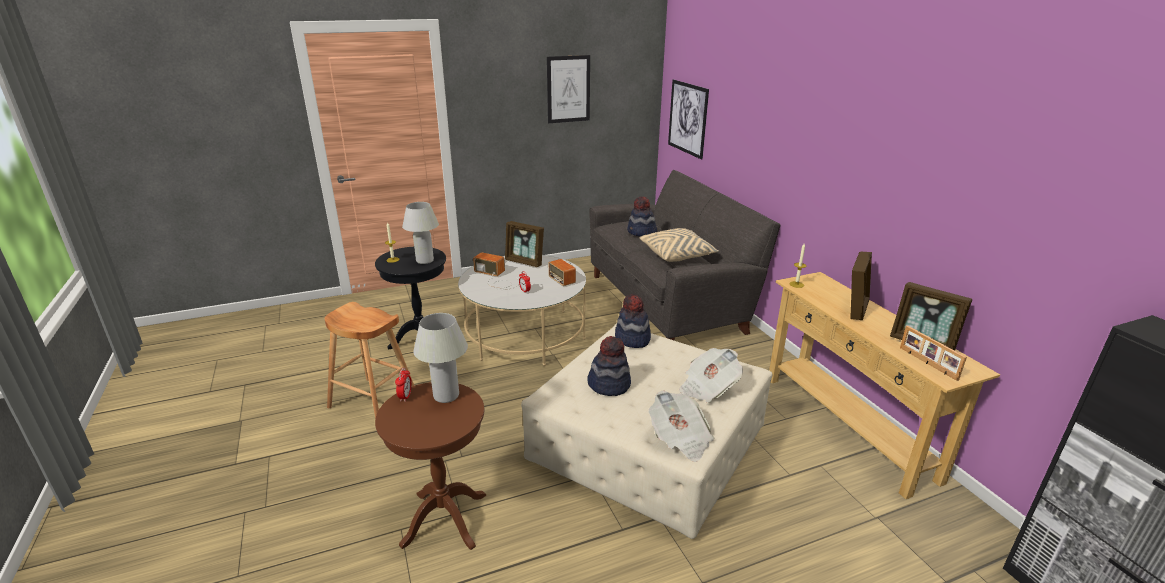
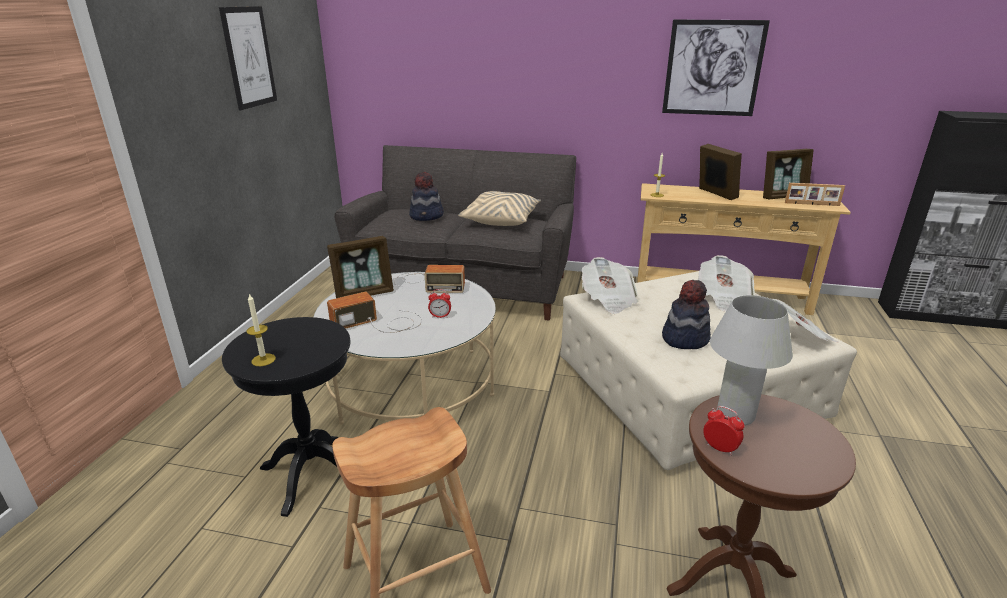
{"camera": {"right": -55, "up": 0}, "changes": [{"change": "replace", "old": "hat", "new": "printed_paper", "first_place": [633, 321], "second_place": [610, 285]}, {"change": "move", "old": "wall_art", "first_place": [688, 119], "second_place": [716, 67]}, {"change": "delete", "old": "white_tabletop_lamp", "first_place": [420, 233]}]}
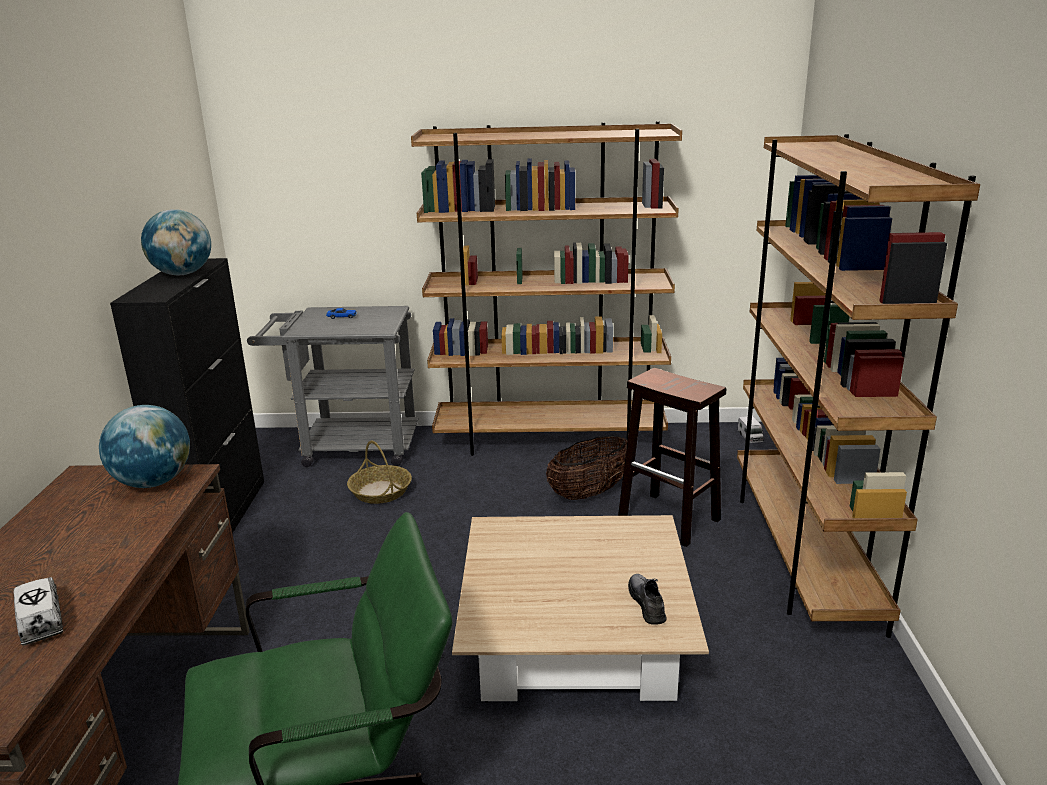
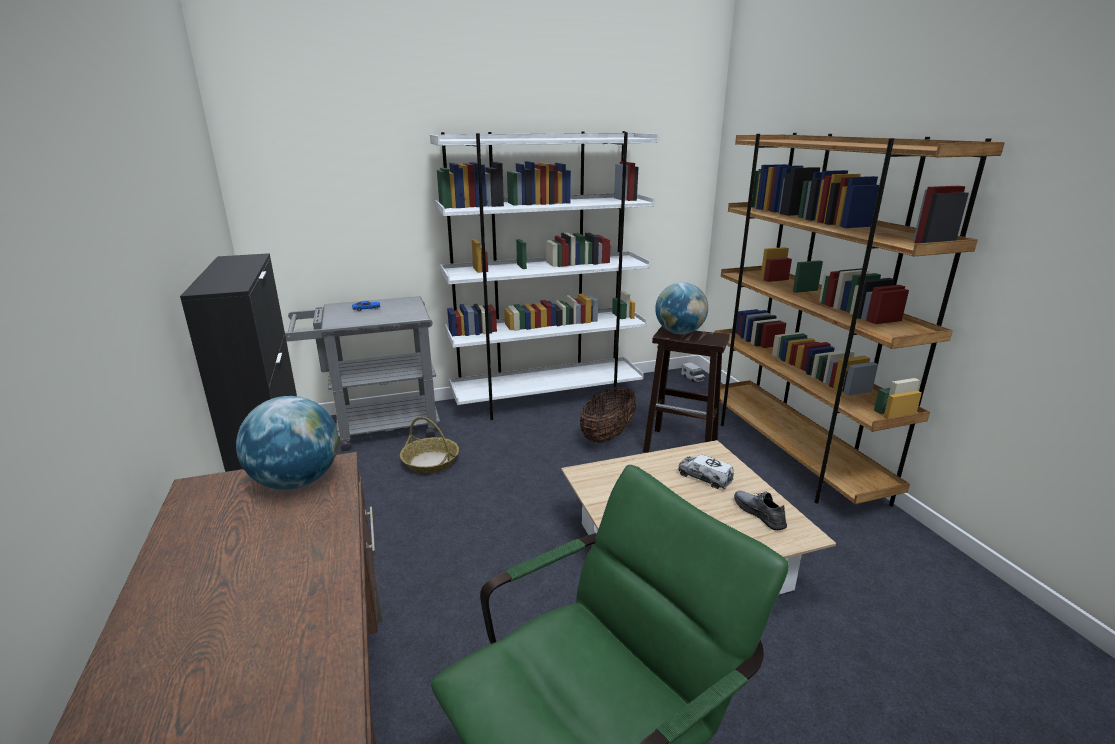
{"camera": {"right": -20, "up": 0}, "changes": [{"change": "recolor", "old": "brown_bookcase", "new": "white_bookcase", "first_place": [546, 288], "second_place": [544, 275]}, {"change": "move", "old": "globe", "first_place": [176, 242], "second_place": [681, 308]}, {"change": "move", "old": "toy_truck", "first_place": [38, 611], "second_place": [706, 471]}]}
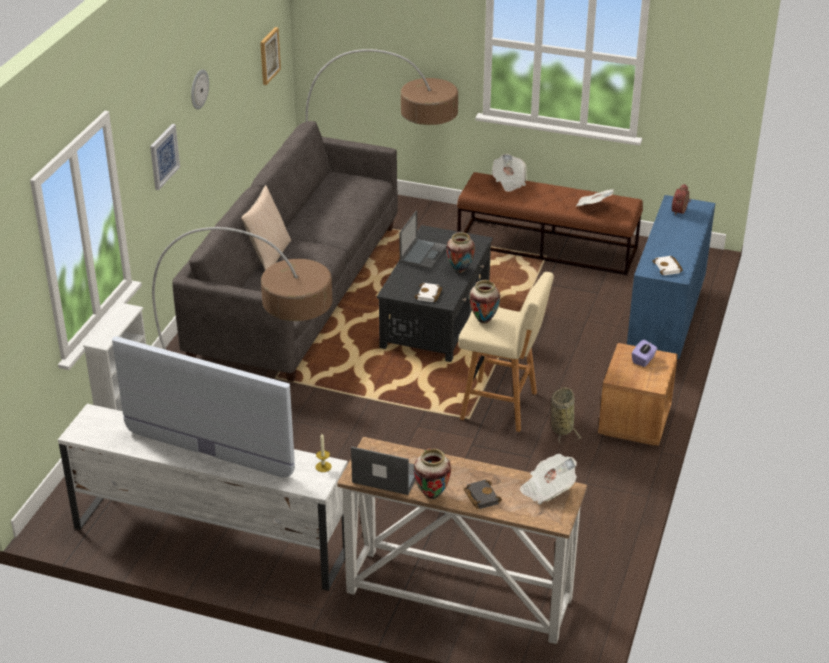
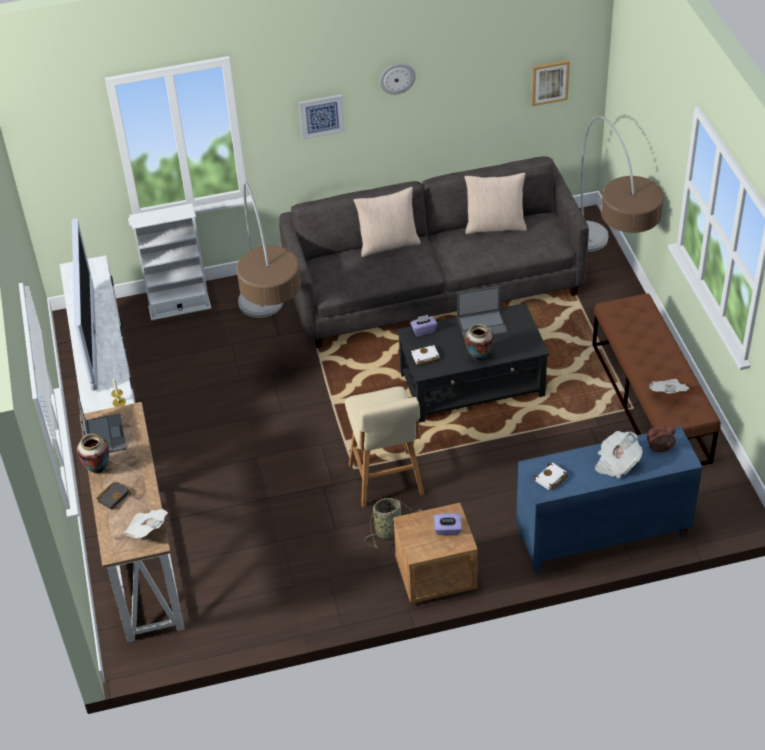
{"camera": {"right": 60, "up": 10}, "changes": [{"change": "insert", "new": "purple-coloured_tissue_holder", "second_place": [423, 326]}, {"change": "insert", "new": "beige_cushion", "second_place": [495, 203]}, {"change": "move", "old": "printed_paper", "first_place": [509, 173], "second_place": [618, 455]}, {"change": "delete", "old": "decorative_vase", "first_place": [484, 302]}]}
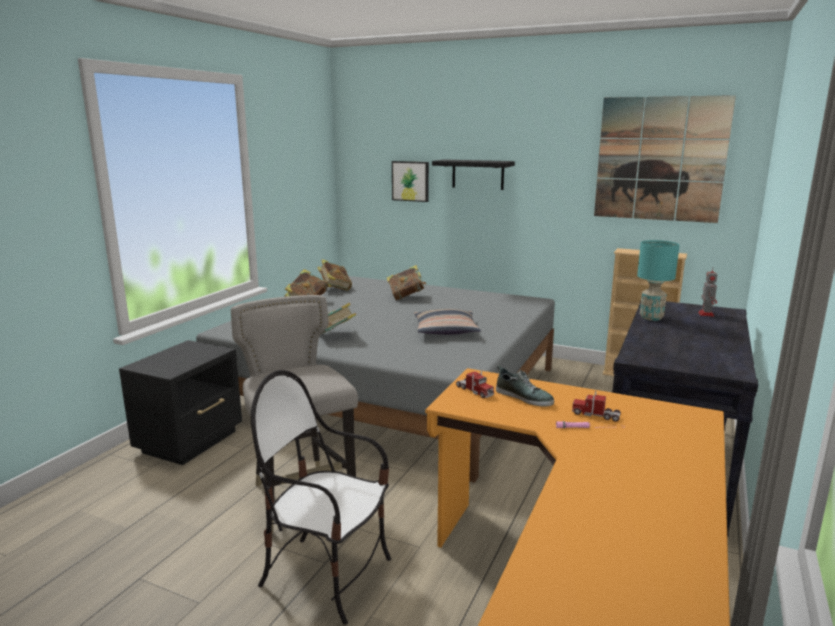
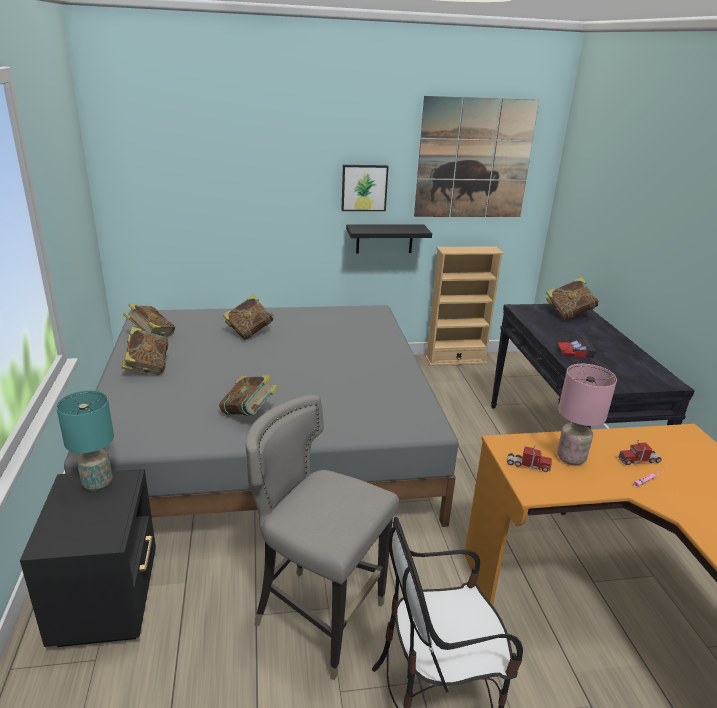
{"camera": {"right": -35, "up": 10}, "changes": [{"change": "move", "old": "turquoise_tabletop_lamp", "first_place": [658, 280], "second_place": [85, 440]}, {"change": "move", "old": "wall_art", "first_place": [410, 181], "second_place": [365, 188]}, {"change": "move", "old": "blackish_bracket_shelf", "first_place": [473, 174], "second_place": [389, 238]}, {"change": "replace", "old": "robot_figure", "new": "volume", "first_place": [707, 292], "second_place": [572, 298]}, {"change": "replace", "old": "item_of_footwear", "new": "pinkish_tabletop_lamp", "first_place": [525, 386], "second_place": [587, 415]}, {"change": "insert", "new": "toy_car", "second_place": [577, 347]}, {"change": "delete", "old": "cushion", "first_place": [447, 322]}]}
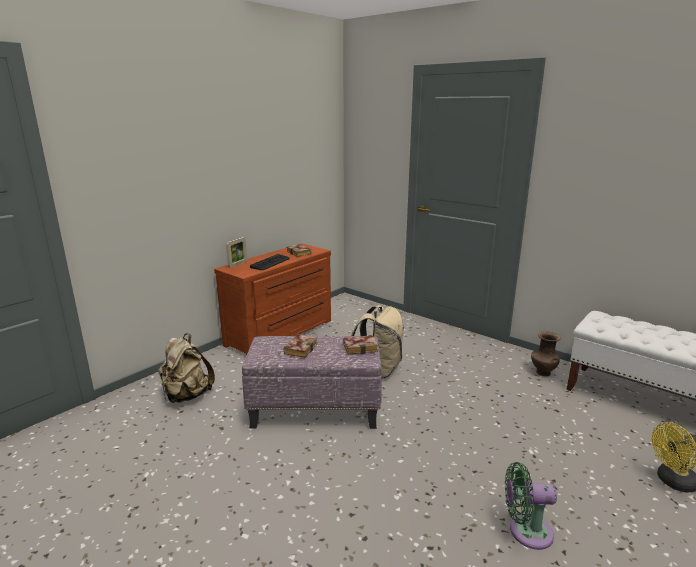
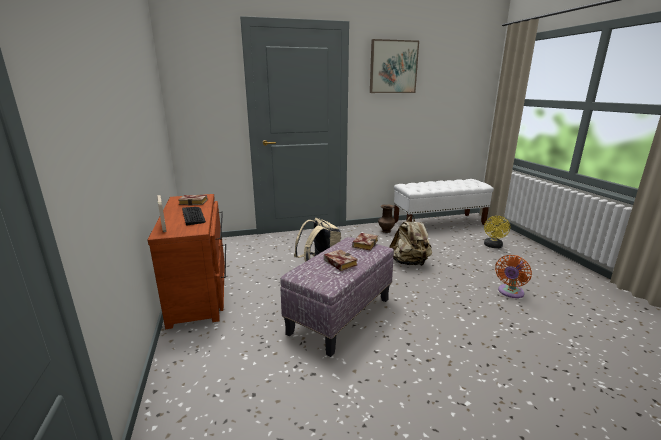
{"camera": {"right": -55, "up": 0}, "changes": [{"change": "insert", "new": "wall_art", "second_place": [394, 66]}, {"change": "move", "old": "beige_rucksack", "first_place": [186, 368], "second_place": [410, 240]}, {"change": "recolor", "old": "green_cooling_fan", "new": "orangey_cooling_fan", "first_place": [531, 506], "second_place": [513, 276]}]}
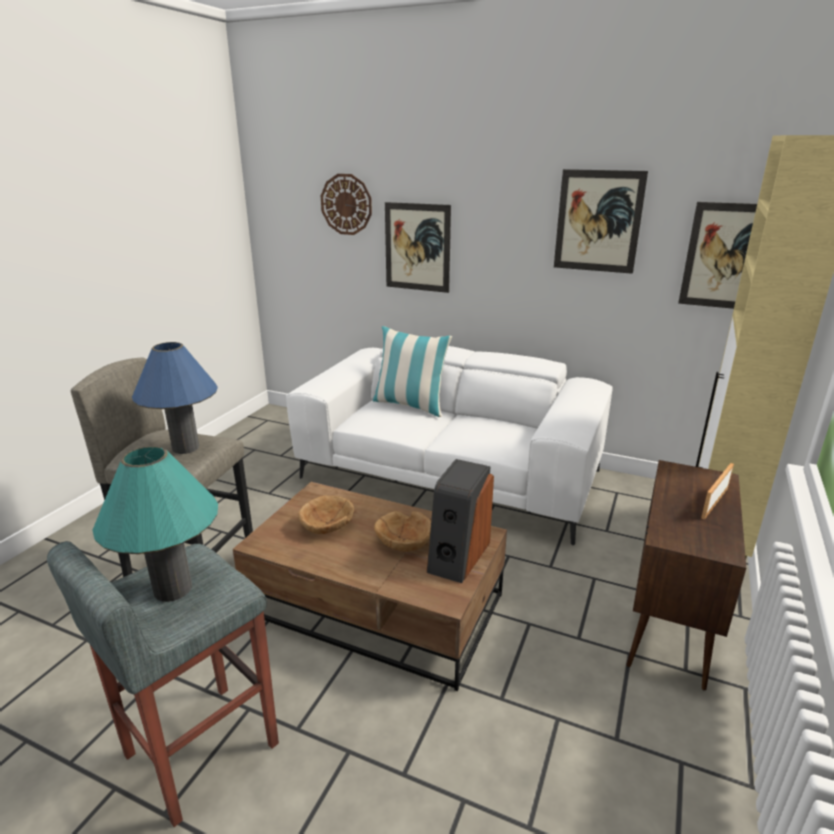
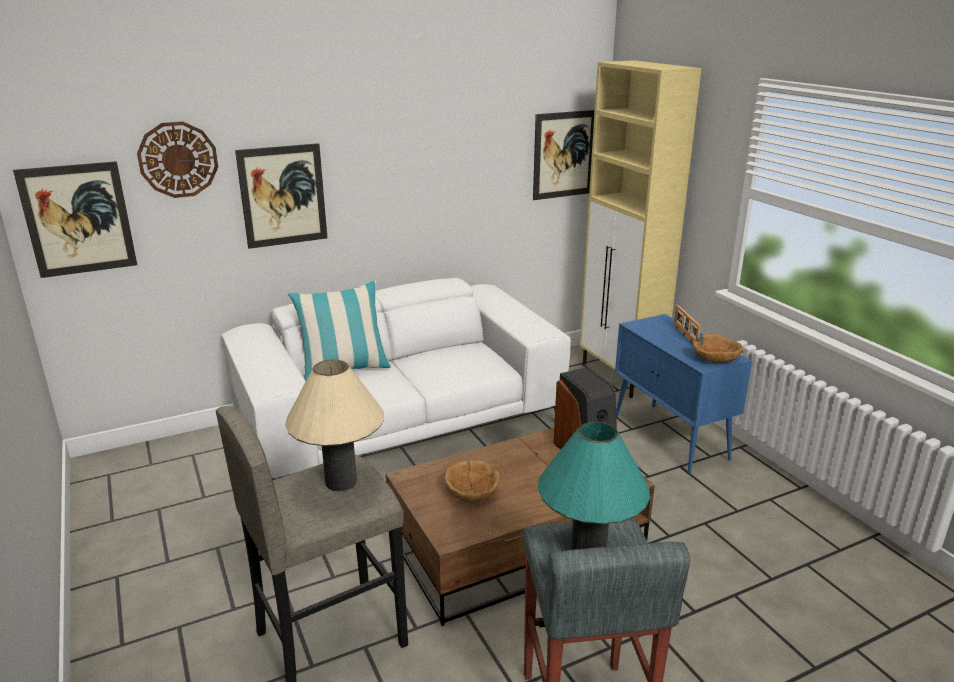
{"camera": {"right": -50, "up": 0}, "changes": [{"change": "move", "old": "wall_art", "first_place": [601, 221], "second_place": [75, 219]}, {"change": "recolor", "old": "blue-coloured_tabletop_lamp", "new": "beige_tabletop_lamp", "first_place": [175, 398], "second_place": [334, 425]}, {"change": "recolor", "old": "brown_cabinet", "new": "blue-coloured_cabinet", "first_place": [686, 575], "second_place": [683, 394]}, {"change": "move", "old": "brown_bowl", "first_place": [402, 531], "second_place": [718, 348]}]}
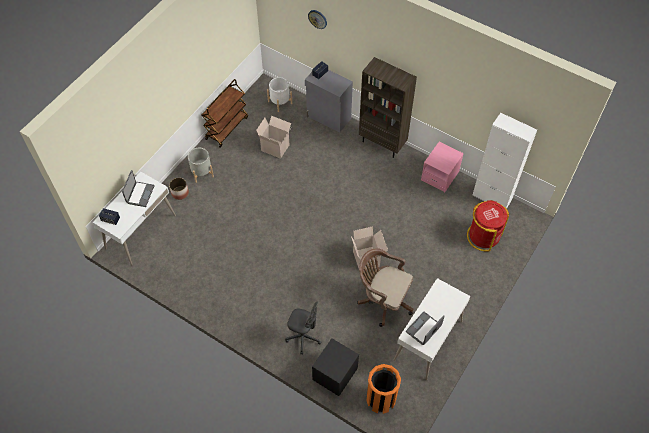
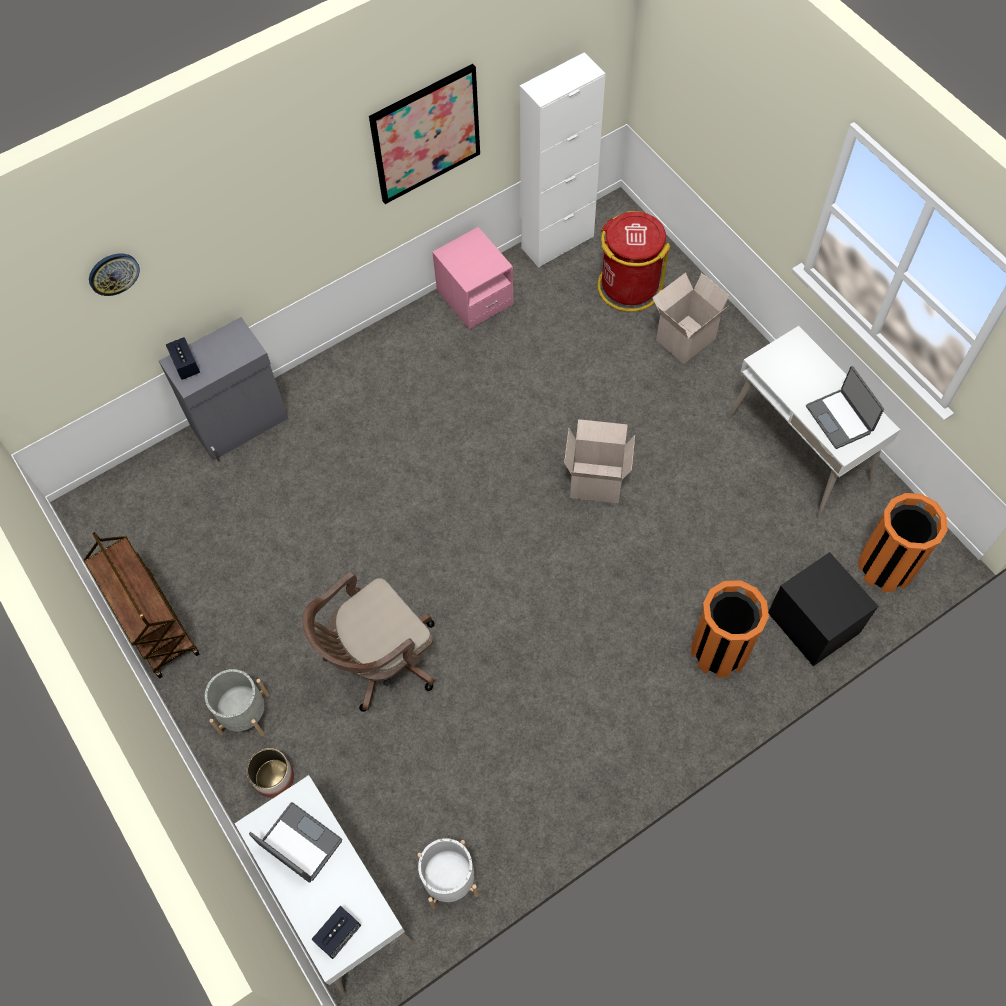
{"camera": {"right": -65, "up": 5}, "changes": [{"change": "move", "old": "brown_computer_chair", "first_place": [385, 287], "second_place": [368, 642]}, {"change": "insert", "new": "wall_art", "second_place": [424, 134]}, {"change": "move", "old": "white_flower_pot", "first_place": [279, 94], "second_place": [447, 873]}, {"change": "move", "old": "carton", "first_place": [273, 137], "second_place": [690, 318]}, {"change": "replace", "old": "grey_computer_chair", "new": "orangey_waste_bin", "first_place": [303, 328], "second_place": [730, 629]}, {"change": "delete", "old": "brown_bookcase", "first_place": [388, 107]}]}
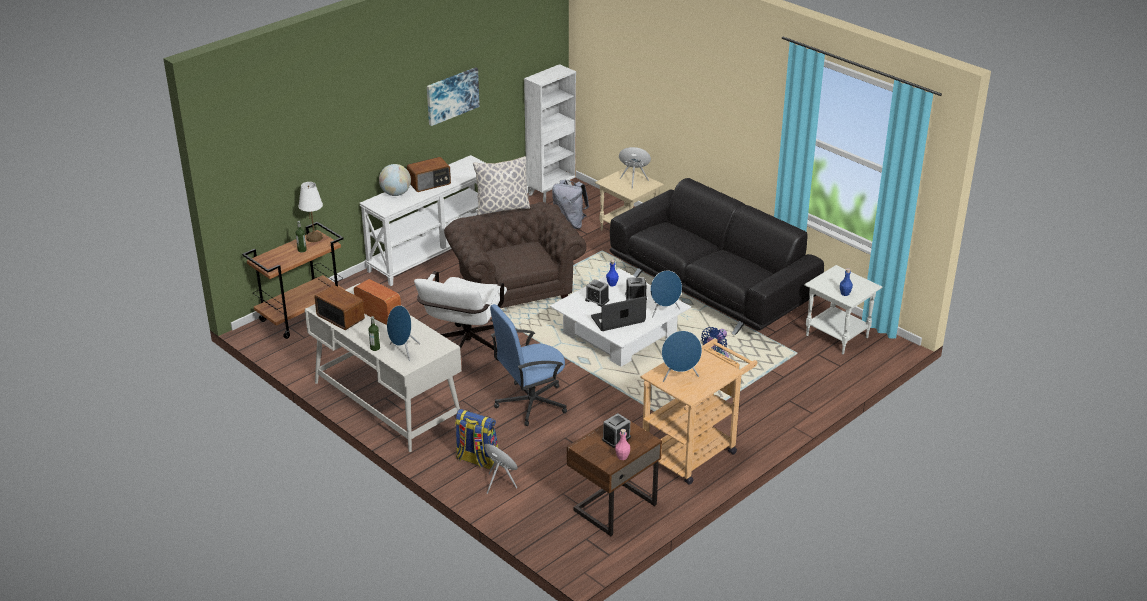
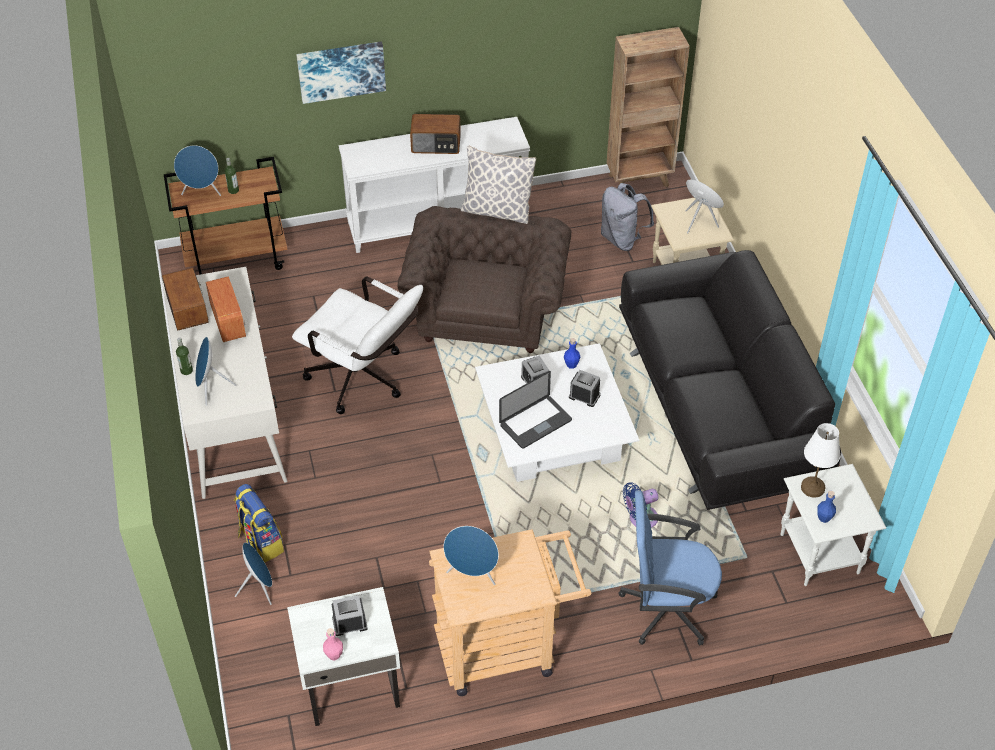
{"camera": {"right": 30, "up": 15}, "changes": [{"change": "move", "old": "blue-coloured_audio_speaker", "first_place": [666, 294], "second_place": [197, 170]}, {"change": "recolor", "old": "brown_nightstand", "new": "white_nightstand", "first_place": [614, 478], "second_place": [343, 656]}, {"change": "rotate", "old": "white_computer_chair", "first_place": [460, 316], "second_place": [357, 345], "degrees": -105}, {"change": "move", "old": "wall_art", "first_place": [453, 96], "second_place": [341, 72]}, {"change": "rotate", "old": "portable_computer", "first_place": [619, 313], "second_place": [535, 410], "degrees": 135}, {"change": "recolor", "old": "white_bookcase", "new": "brown_bookcase", "first_place": [550, 133], "second_place": [648, 107]}, {"change": "move", "old": "blue-coloured_computer_chair", "first_place": [528, 365], "second_place": [670, 568]}, {"change": "move", "old": "white_tabletop_lamp", "first_place": [311, 212], "second_place": [820, 460]}, {"change": "delete", "old": "globe", "first_place": [395, 180]}]}
